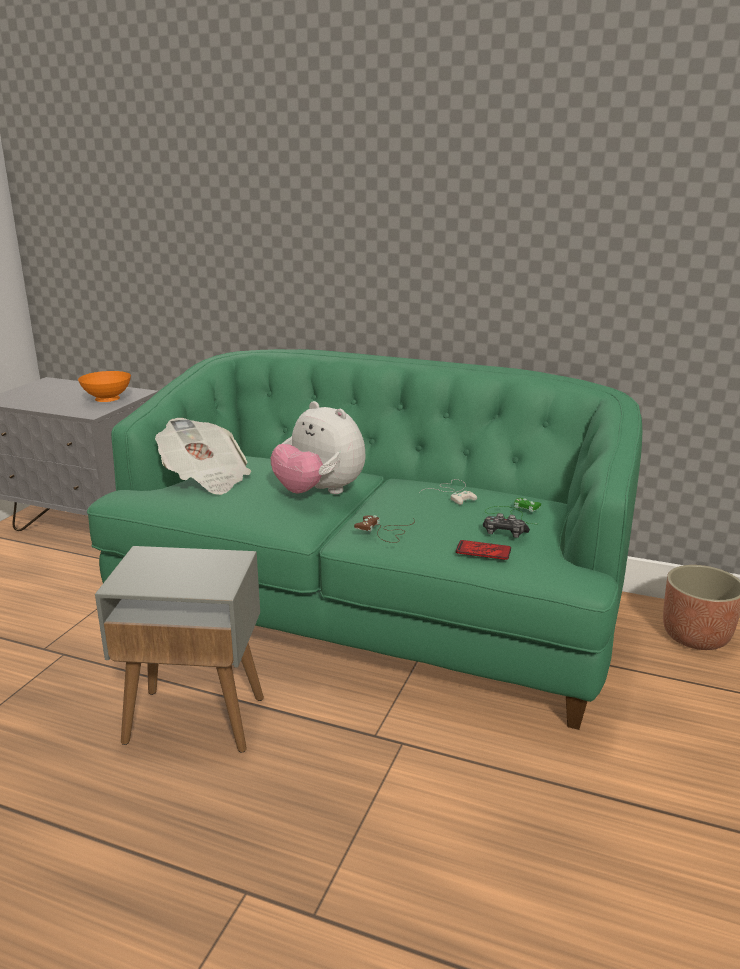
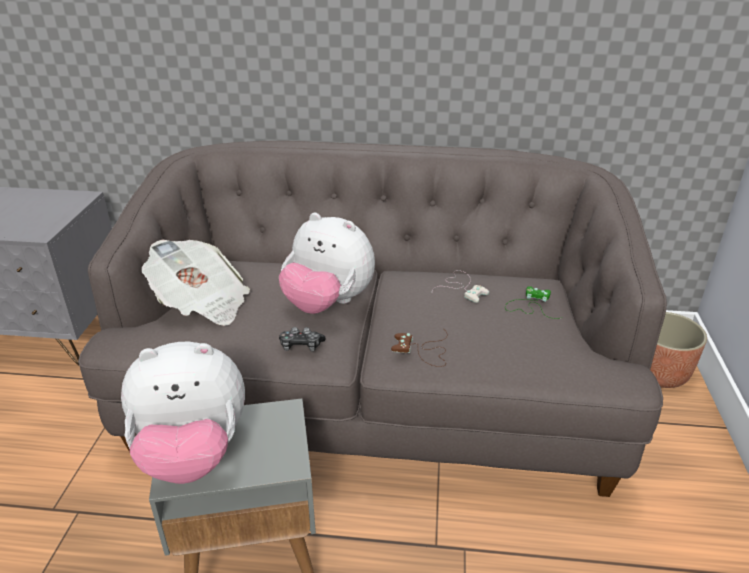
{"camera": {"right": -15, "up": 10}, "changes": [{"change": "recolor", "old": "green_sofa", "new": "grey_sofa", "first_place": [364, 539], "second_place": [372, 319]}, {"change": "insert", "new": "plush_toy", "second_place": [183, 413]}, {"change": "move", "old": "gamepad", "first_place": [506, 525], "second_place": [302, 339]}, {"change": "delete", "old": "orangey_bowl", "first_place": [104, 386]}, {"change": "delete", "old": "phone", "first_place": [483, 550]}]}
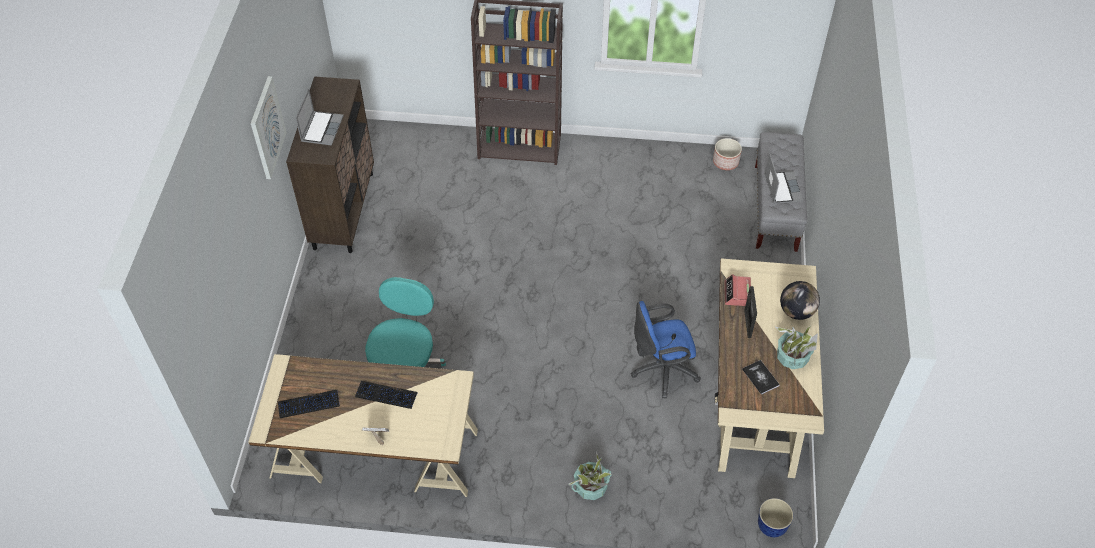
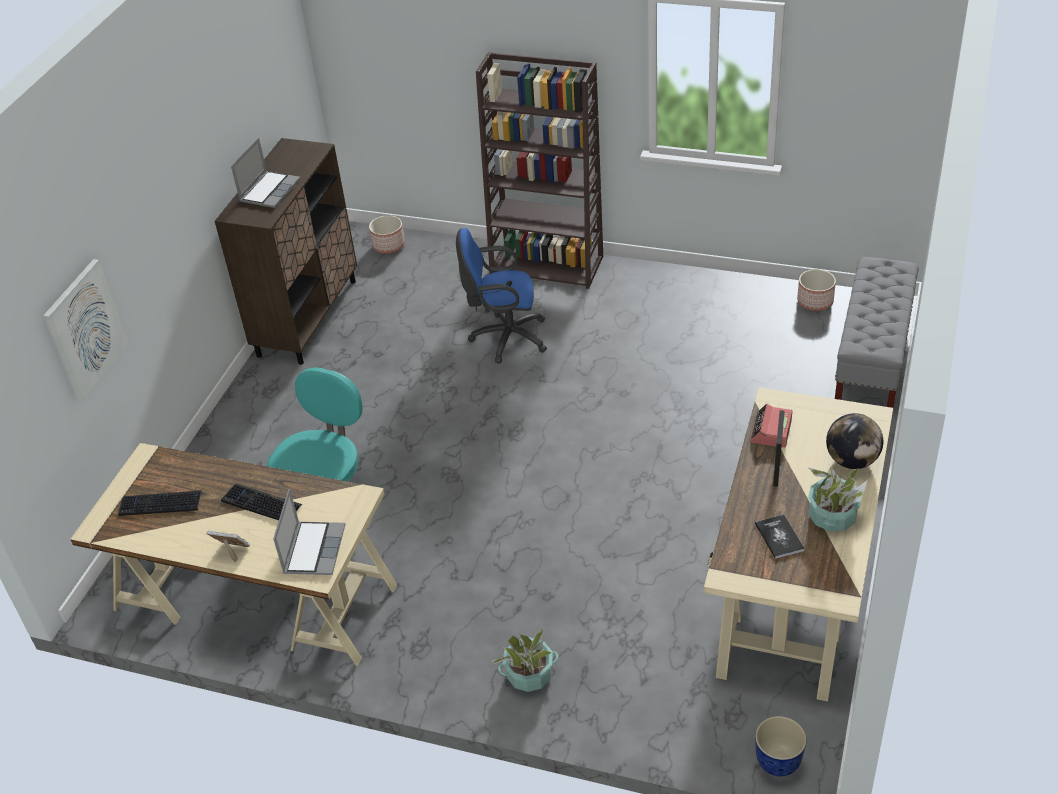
{"camera": {"right": 15, "up": -10}, "changes": [{"change": "move", "old": "wall_art", "first_place": [269, 127], "second_place": [85, 330]}, {"change": "move", "old": "portable_computer", "first_place": [783, 178], "second_place": [309, 531]}, {"change": "insert", "new": "flower_pot", "second_place": [387, 234]}, {"change": "move", "old": "blue-coloured_computer_chair", "first_place": [666, 349], "second_place": [501, 295]}]}
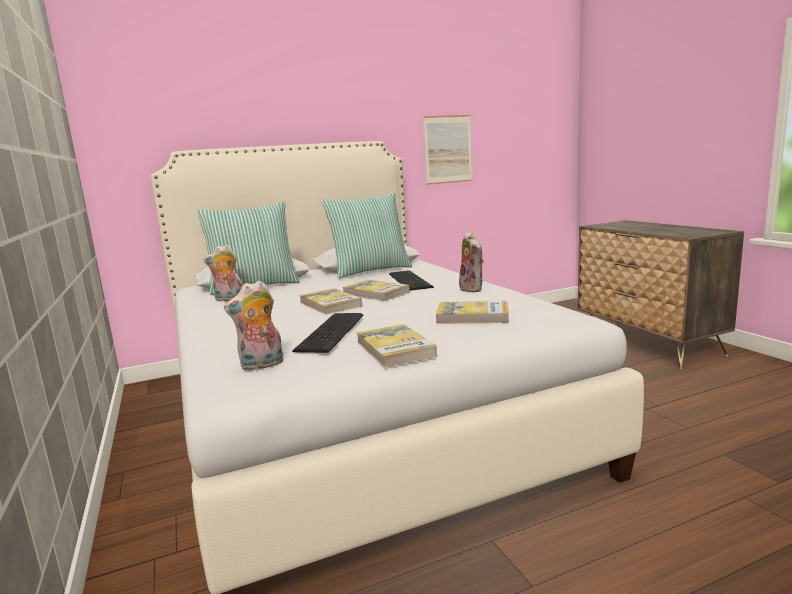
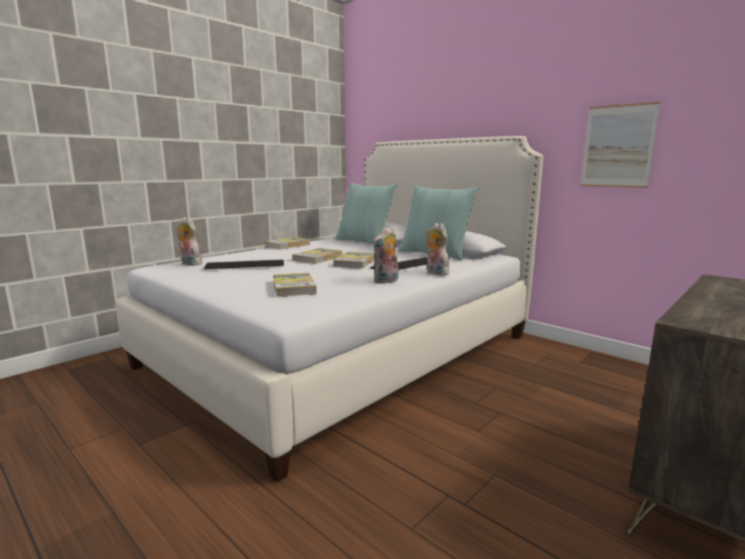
{"camera": {"right": 65, "up": 0}, "changes": [{"change": "move", "old": "volume", "first_place": [396, 346], "second_place": [287, 243]}, {"change": "move", "old": "plush_toy", "first_place": [223, 273], "second_place": [438, 249]}]}
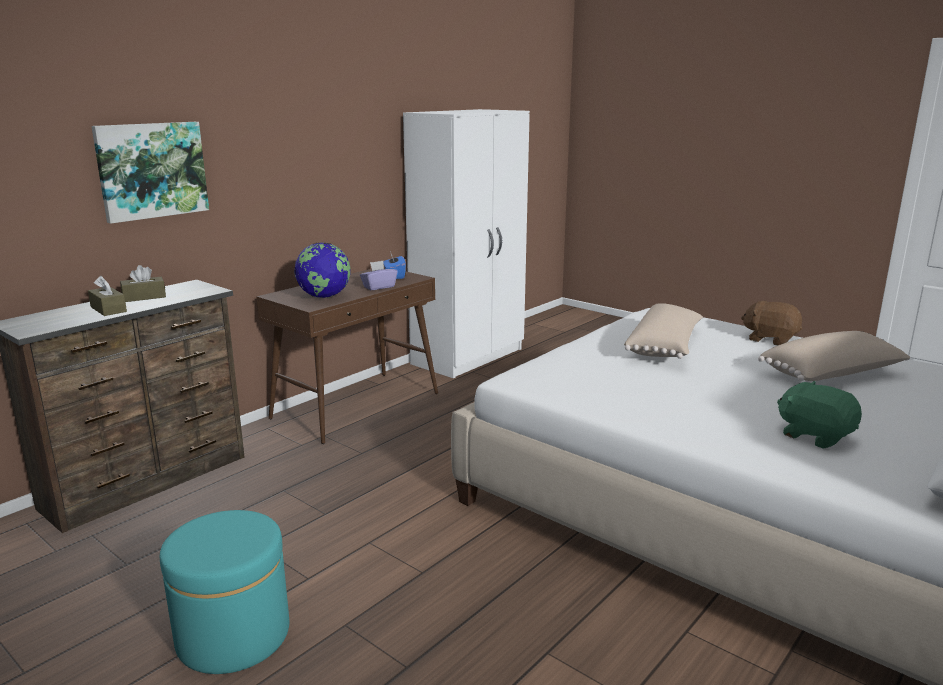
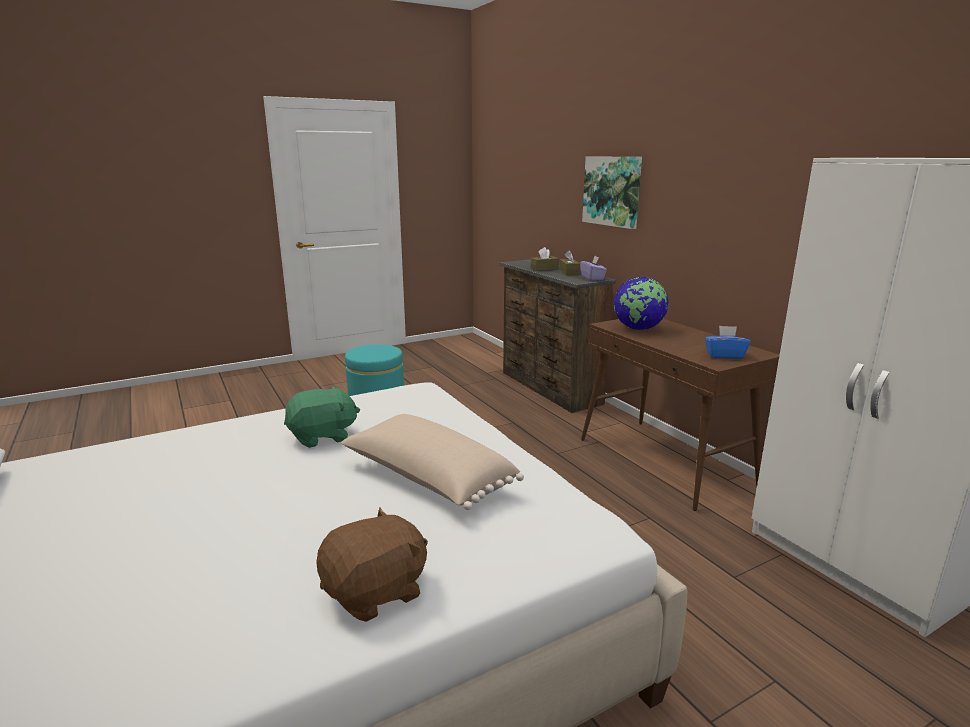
{"camera": {"right": 110, "up": 0}, "changes": [{"change": "move", "old": "green_plush_toy", "first_place": [819, 415], "second_place": [322, 417]}, {"change": "move", "old": "purple-coloured_tissue_holder", "first_place": [378, 275], "second_place": [593, 268]}, {"change": "delete", "old": "beige_cushion", "first_place": [834, 356]}]}
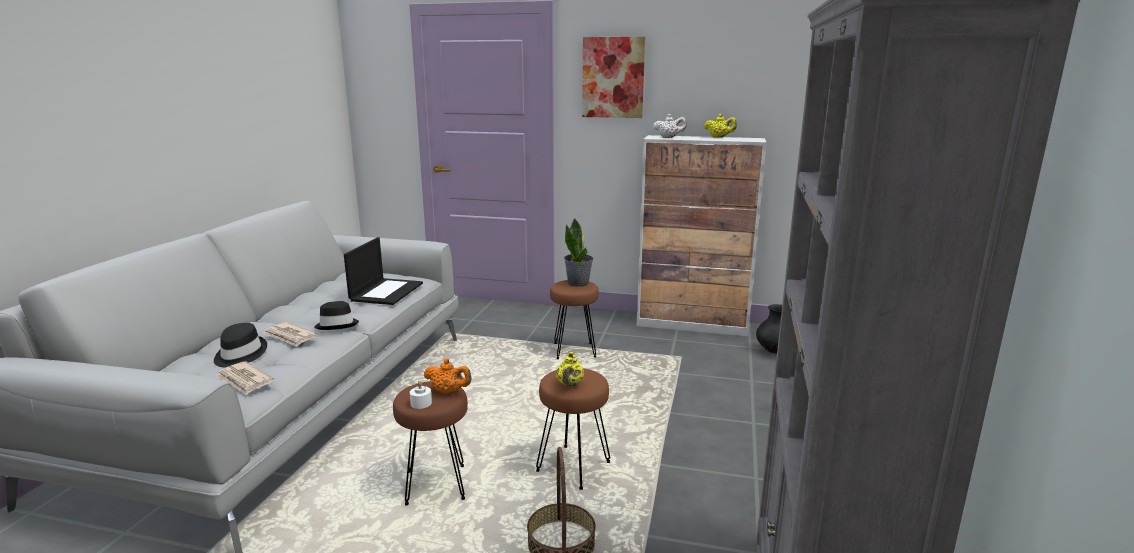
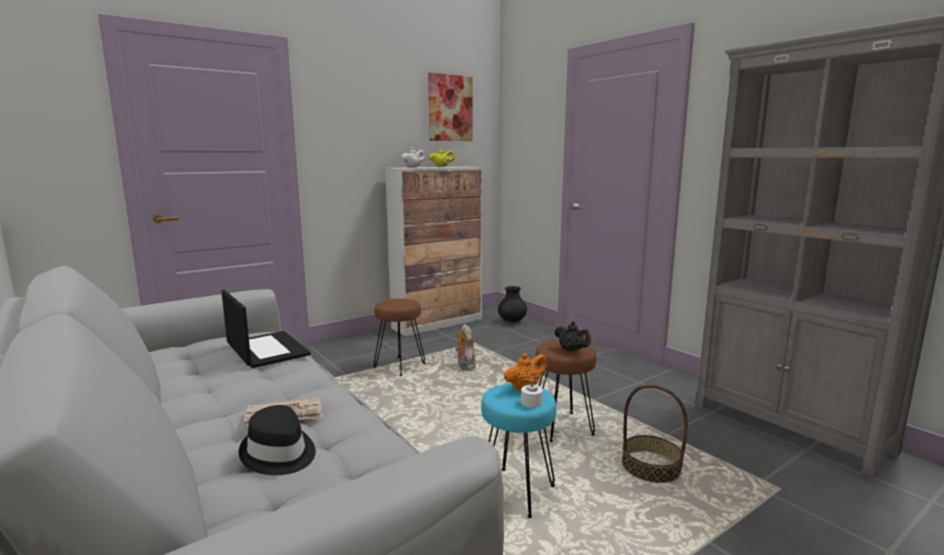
{"camera": {"right": -50, "up": -5}, "changes": [{"change": "move", "old": "wall_art", "first_place": [613, 77], "second_place": [450, 107]}, {"change": "insert", "new": "plush_toy", "second_place": [465, 347]}, {"change": "recolor", "old": "brown_sitting_stool", "new": "turquoise_sitting_stool", "first_place": [430, 443], "second_place": [518, 450]}, {"change": "recolor", "old": "yellowish_teapot", "new": "blackish_teapot", "first_place": [570, 369], "second_place": [572, 336]}, {"change": "delete", "old": "printed_paper", "first_place": [244, 378]}, {"change": "delete", "old": "blackish_hat", "first_place": [336, 315]}, {"change": "delete", "old": "potted_plant", "first_place": [578, 252]}]}
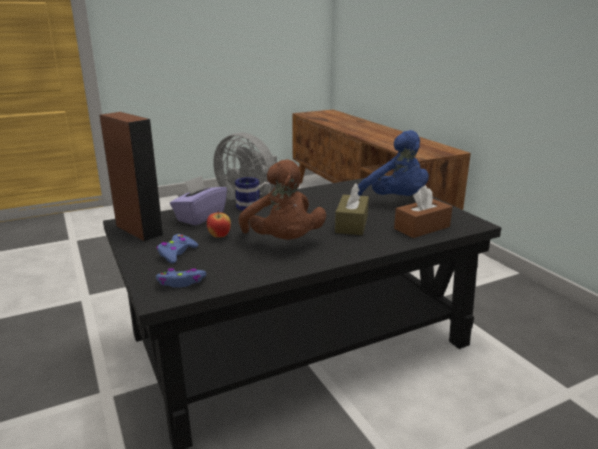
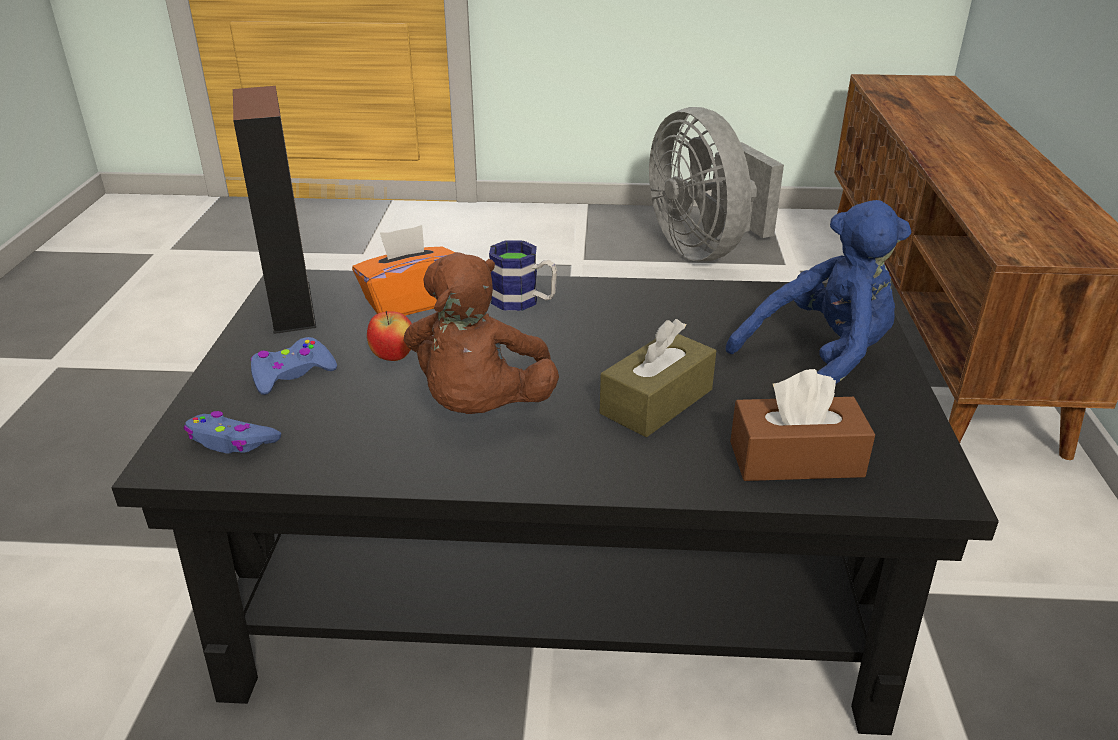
{"camera": {"right": 30, "up": 10}, "changes": [{"change": "recolor", "old": "purple-coloured_tissue_holder", "new": "orangey_tissue_holder", "first_place": [198, 201], "second_place": [403, 270]}, {"change": "rotate", "old": "blue-coloured_plush_toy", "first_place": [393, 163], "second_place": [818, 292], "degrees": -105}]}
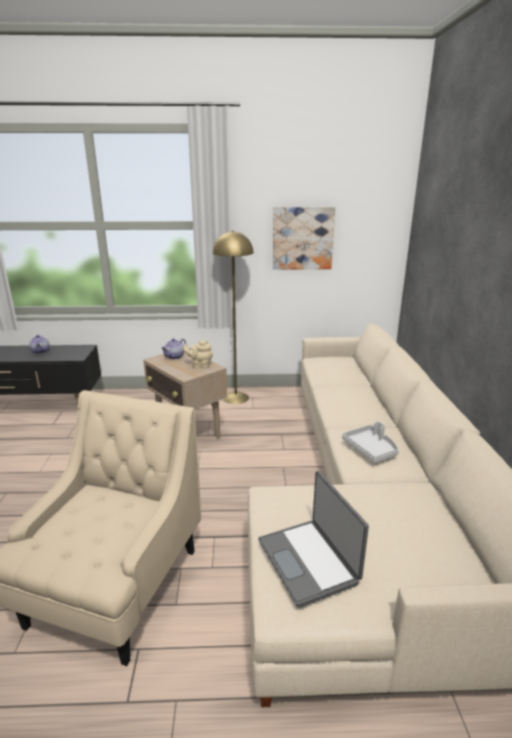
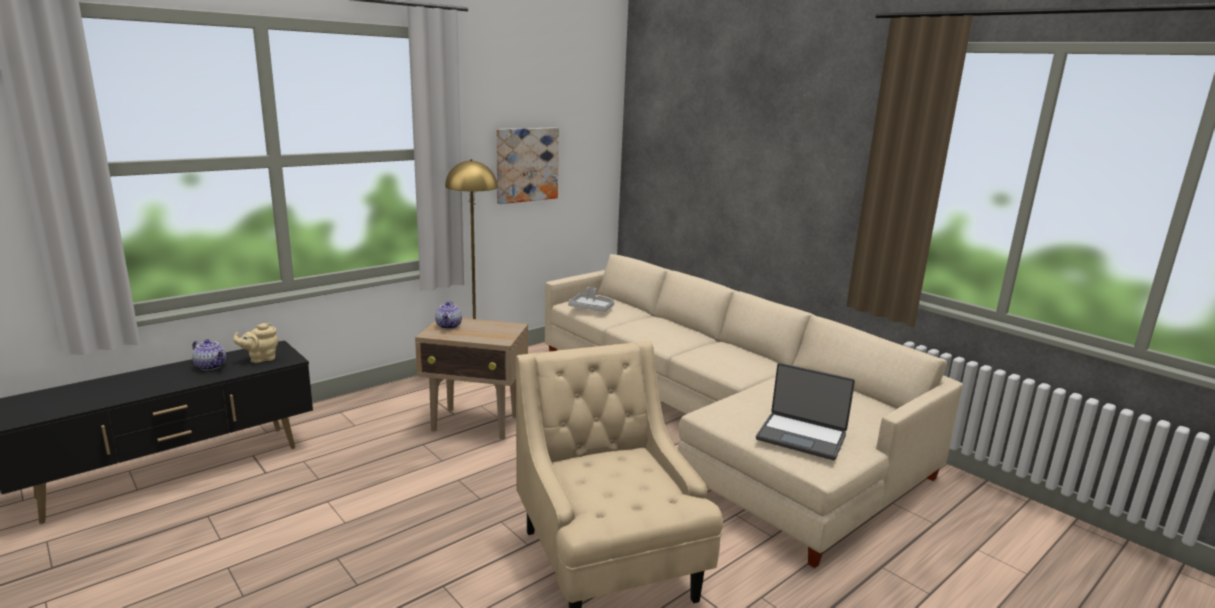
{"camera": {"right": -40, "up": -5}, "changes": [{"change": "move", "old": "beige_teapot", "first_place": [198, 354], "second_place": [256, 343]}, {"change": "move", "old": "grey_serving_tray", "first_place": [370, 442], "second_place": [591, 299]}]}
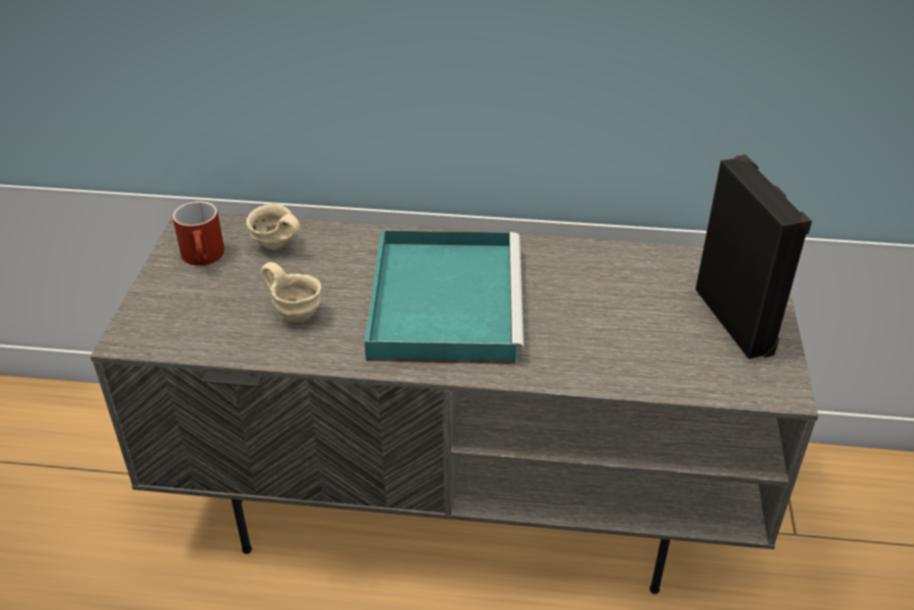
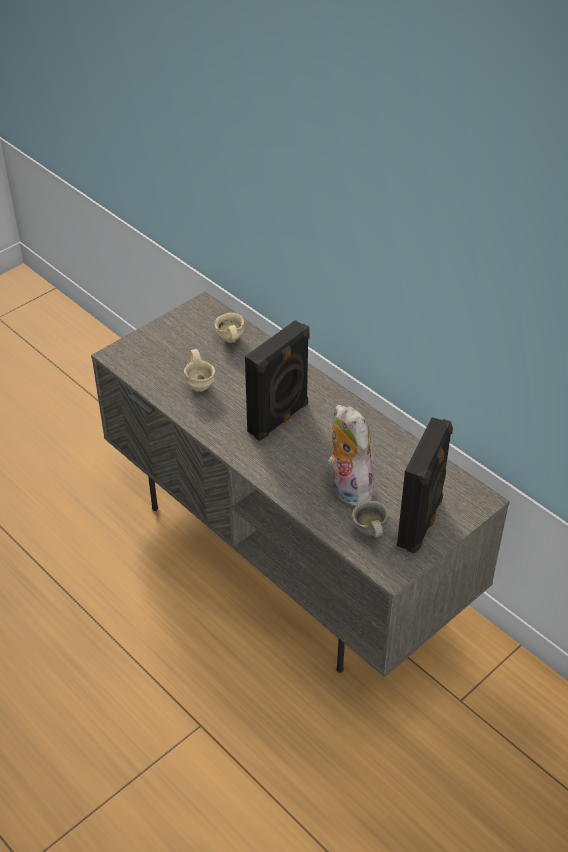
{"camera": {"right": 40, "up": 5}, "changes": [{"change": "replace", "old": "turquoise_serving_tray", "new": "blackish_audio_speaker", "first_place": [444, 297], "second_place": [277, 380]}, {"change": "insert", "new": "plush_toy", "second_place": [350, 455]}, {"change": "insert", "new": "grey_tea_mug", "second_place": [370, 519]}, {"change": "delete", "old": "red_tea_mug", "first_place": [198, 233]}]}
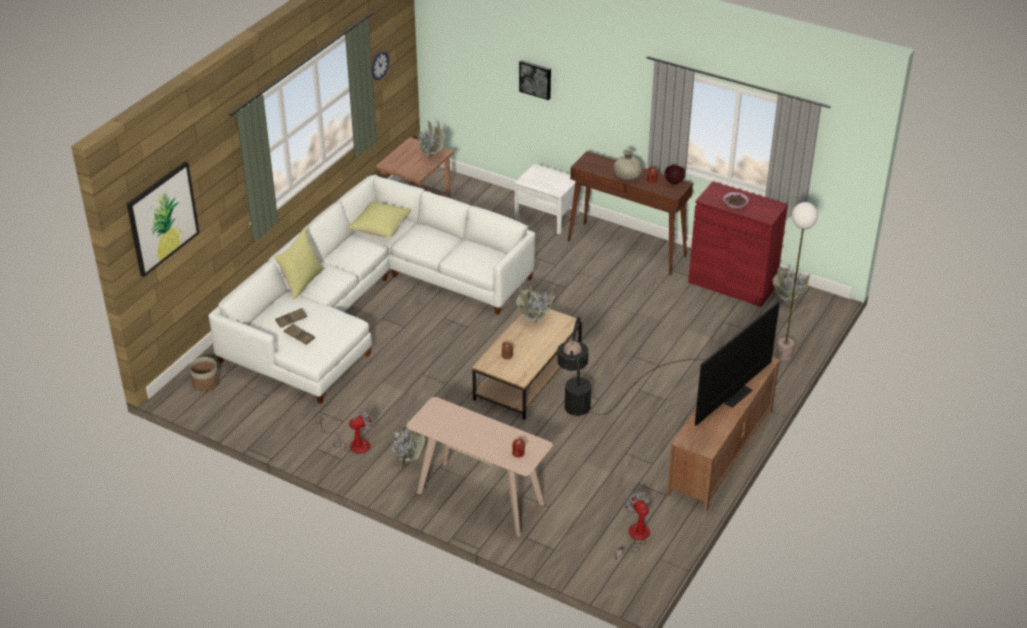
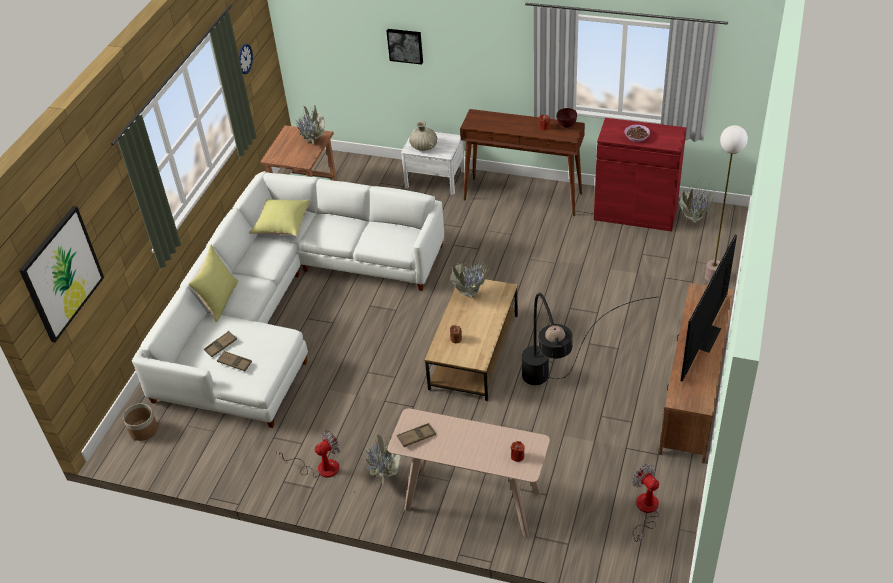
{"camera": {"right": -10, "up": 5}, "changes": [{"change": "insert", "new": "brown_serving_tray", "second_place": [416, 435]}, {"change": "move", "old": "beige_decorative_vase", "first_place": [628, 164], "second_place": [423, 136]}]}
